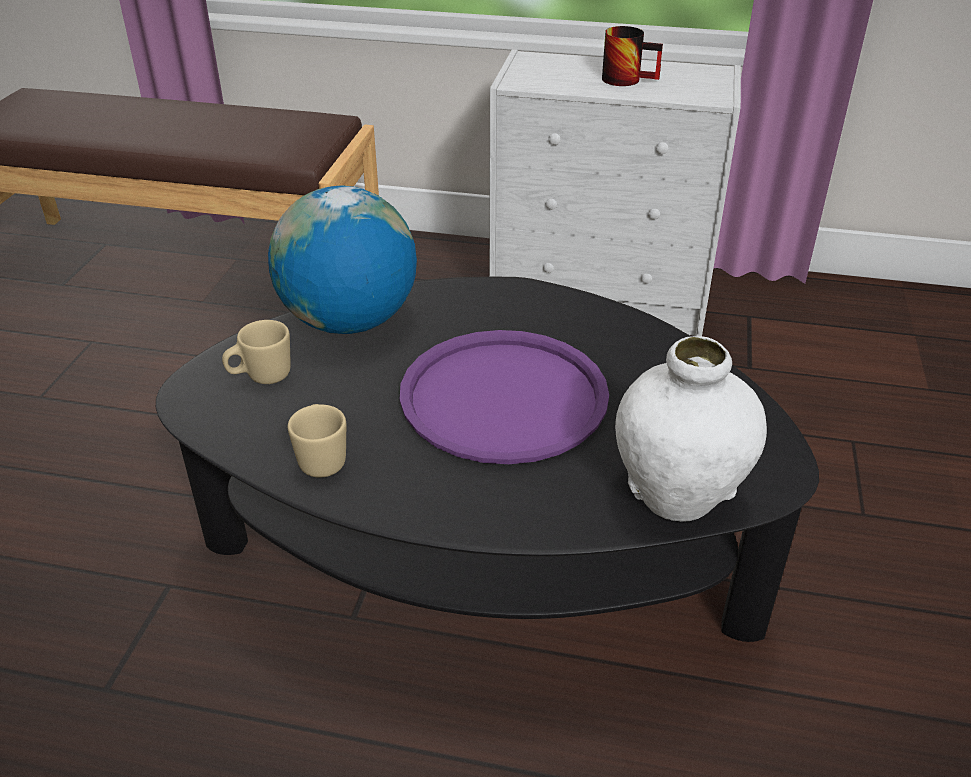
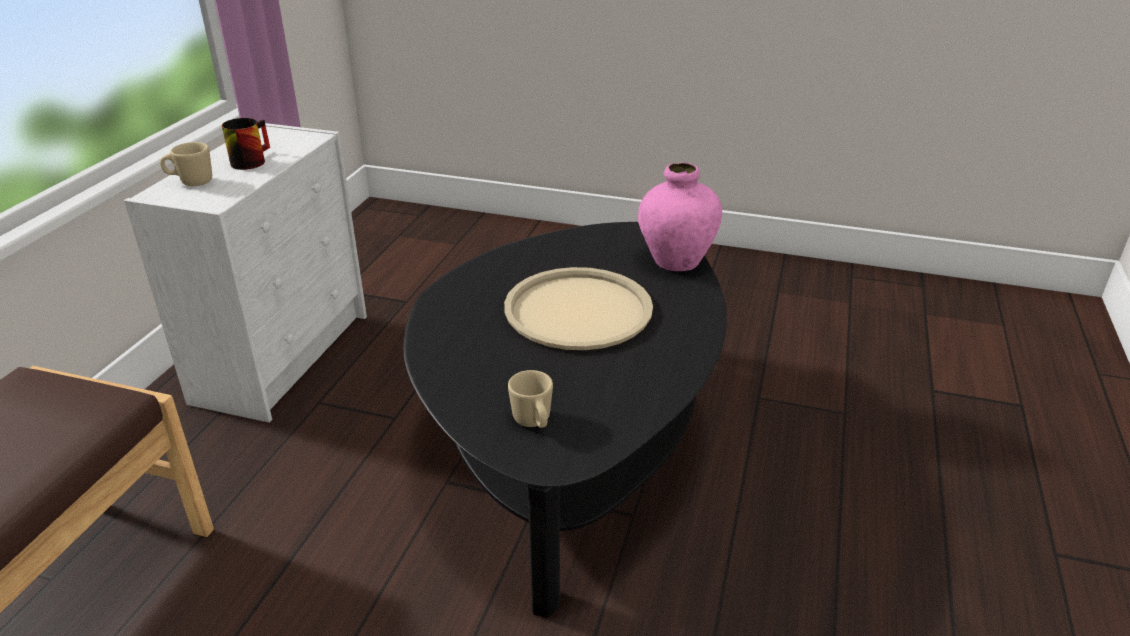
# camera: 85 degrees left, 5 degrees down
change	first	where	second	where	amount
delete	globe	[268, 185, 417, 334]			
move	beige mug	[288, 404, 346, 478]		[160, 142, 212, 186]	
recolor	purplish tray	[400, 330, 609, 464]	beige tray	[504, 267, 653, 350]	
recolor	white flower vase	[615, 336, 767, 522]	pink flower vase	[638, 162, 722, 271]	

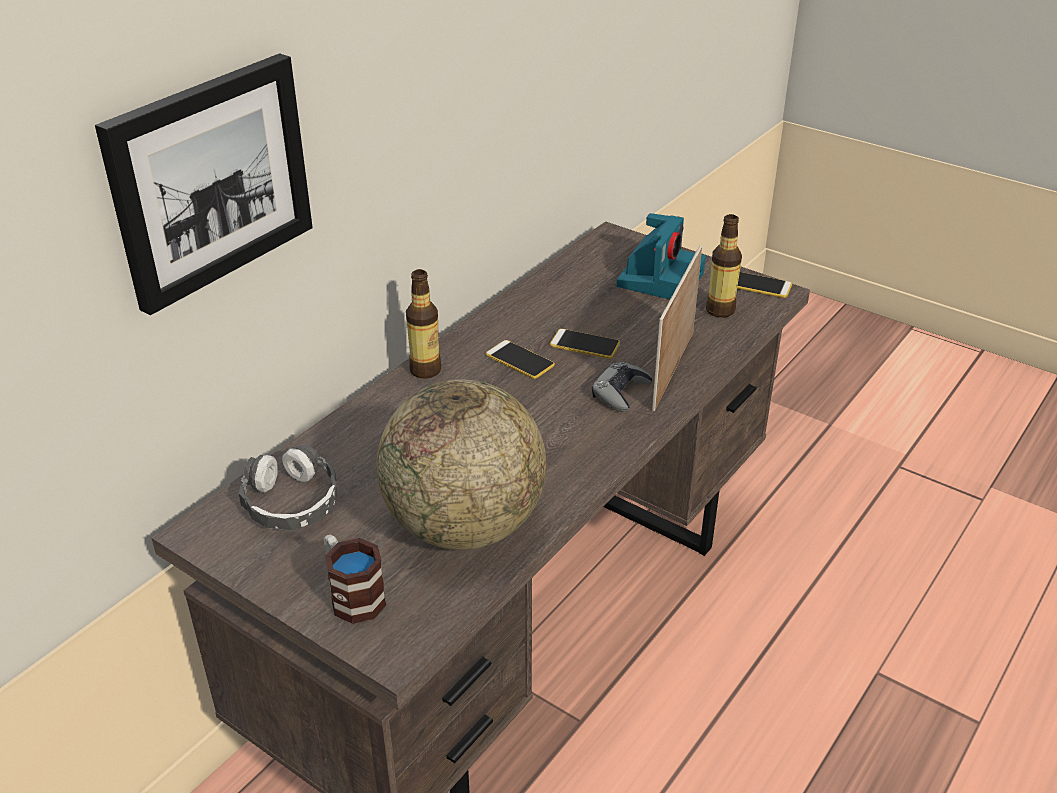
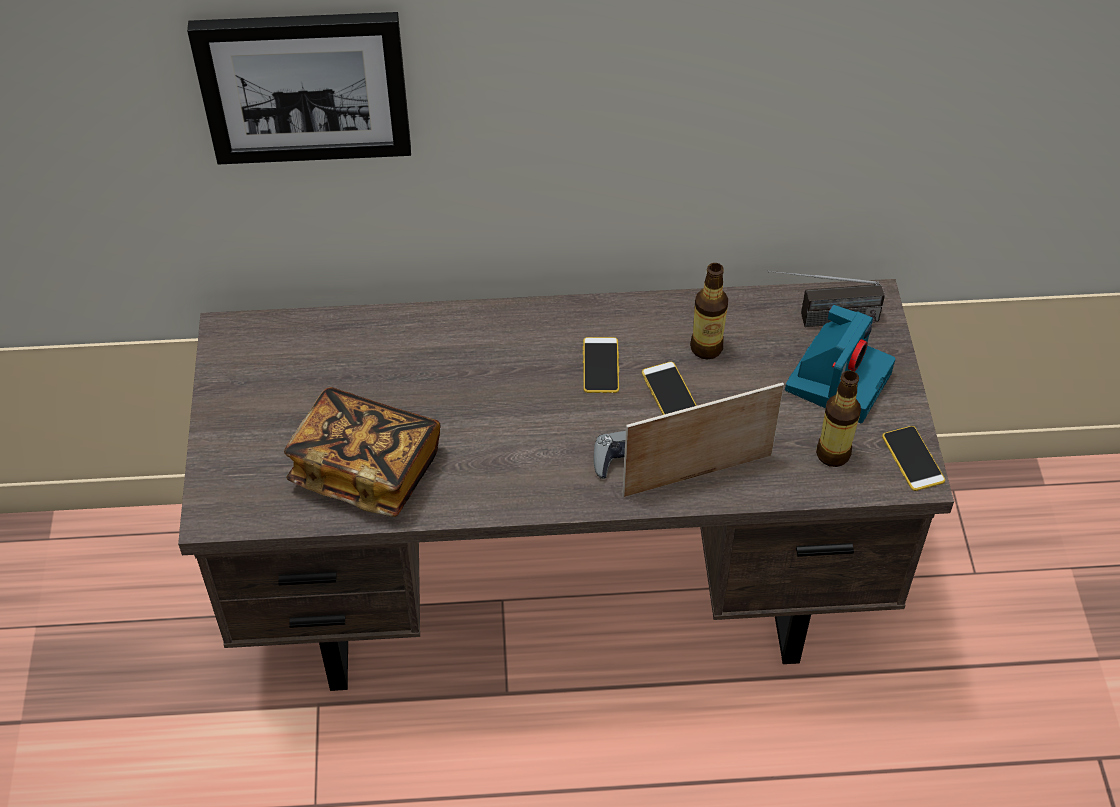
# camera: 50 degrees right, 15 degrees up
change	first	where	second	where	amount
delete	headphones	[239, 444, 337, 530]			
delete	mug	[324, 534, 386, 624]			
replace	globe	[377, 380, 546, 550]	book	[284, 387, 441, 517]	
move	beverage bottle	[406, 269, 441, 379]		[690, 263, 728, 359]	
rotate	photo camera	[616, 213, 706, 299]		[785, 305, 896, 423]	45 degrees counterclockwise
insert			radio receiver	[767, 270, 885, 327]	

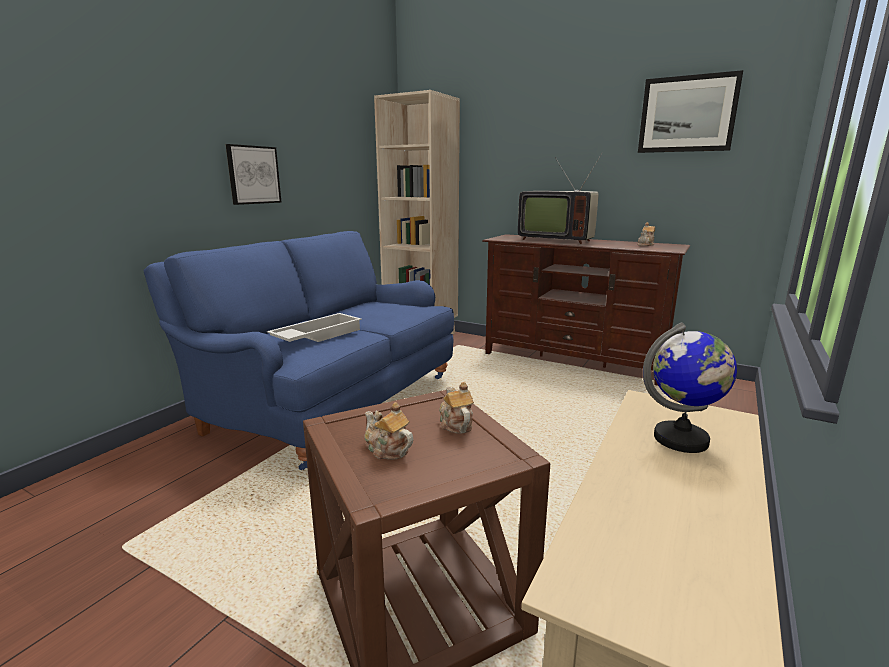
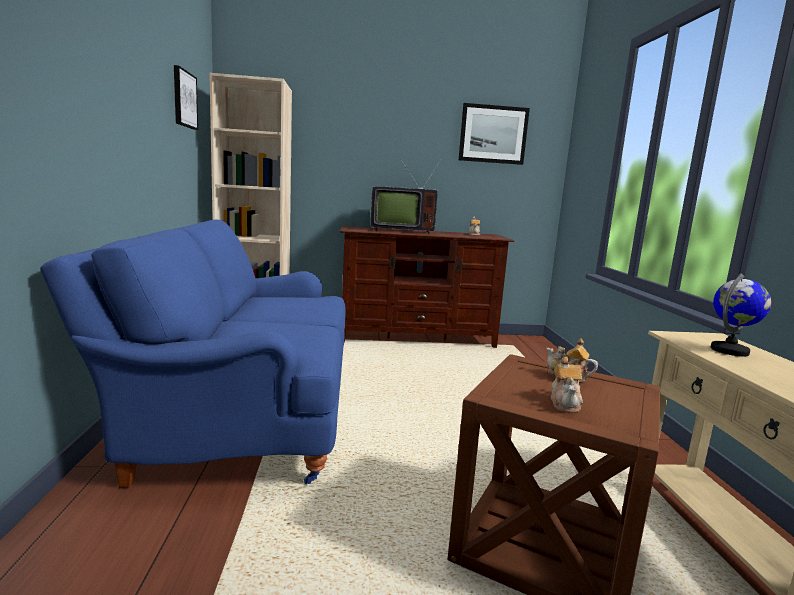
# camera: 35 degrees left, 5 degrees down
change	first	where	second	where	amount
move	wall art	[226, 144, 282, 205]		[174, 65, 198, 130]	
delete	white tray	[267, 313, 362, 342]			
rotate	pot for tea	[365, 402, 413, 460]		[551, 357, 583, 413]	90 degrees counterclockwise

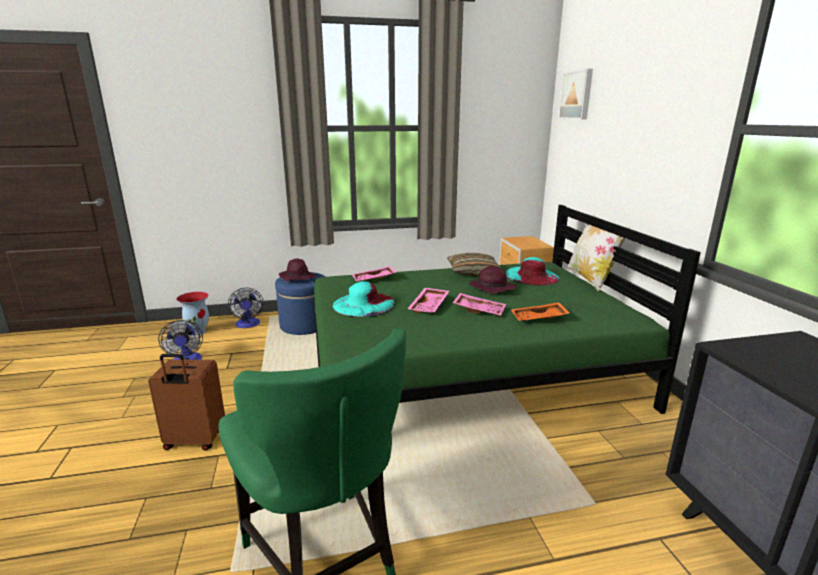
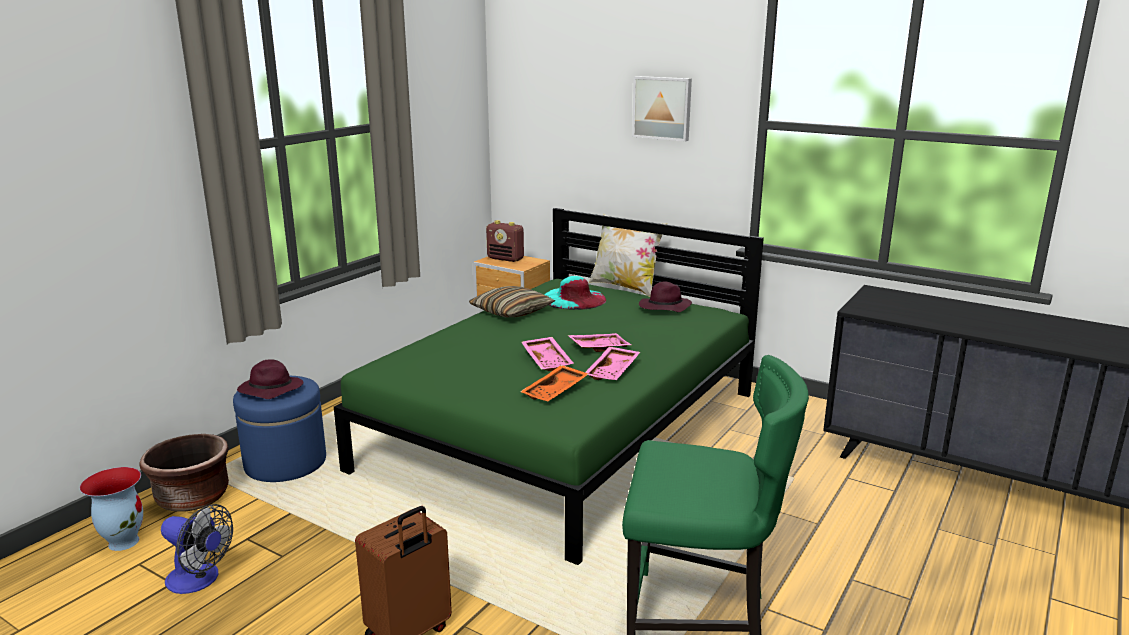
# camera: 45 degrees left, 0 degrees up
change	first	where	second	where	amount
replace	fan	[228, 288, 264, 328]	brown plant pot	[139, 434, 229, 512]	
delete	turquoise-coloured clothing hat	[333, 281, 395, 317]			
move	pink tray	[352, 266, 396, 281]		[585, 347, 640, 380]	
move	purplish clothing hat	[469, 266, 516, 294]		[639, 281, 692, 312]	
move	orange tray	[511, 302, 570, 321]		[520, 365, 588, 401]	
move	wall art	[558, 69, 593, 120]		[632, 76, 692, 142]	
insert			radio receiver	[486, 220, 524, 262]	

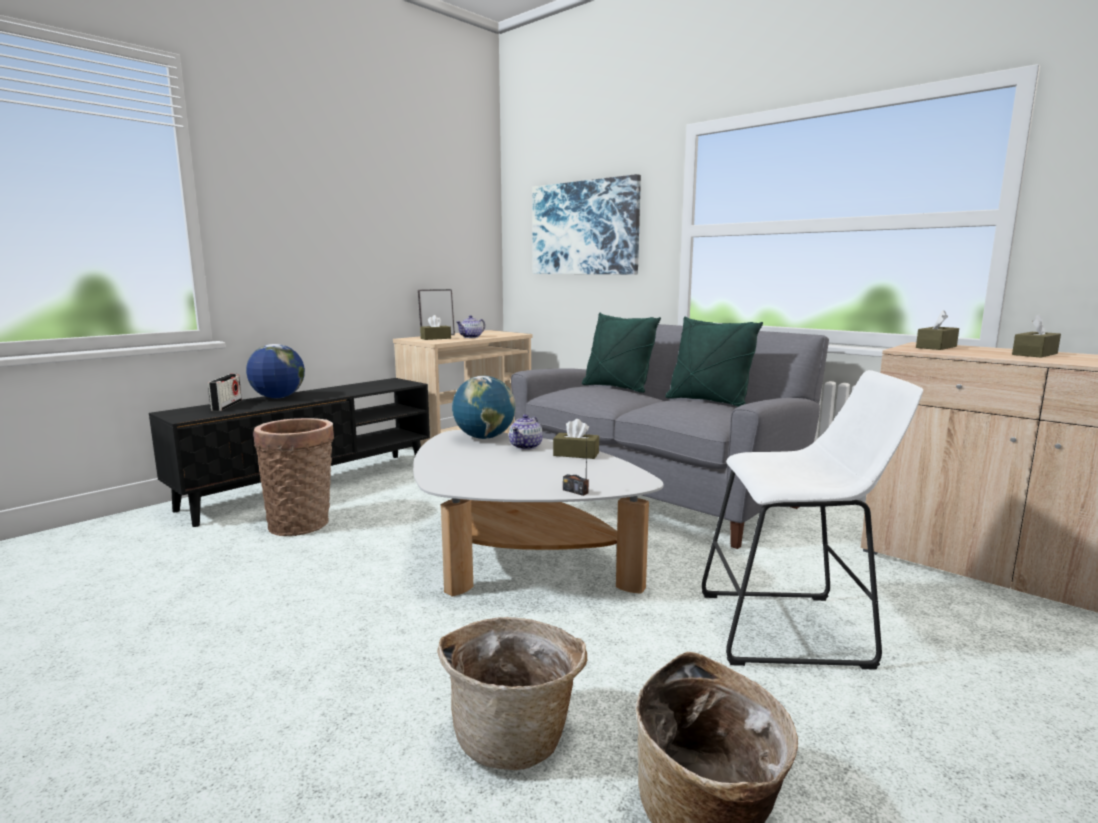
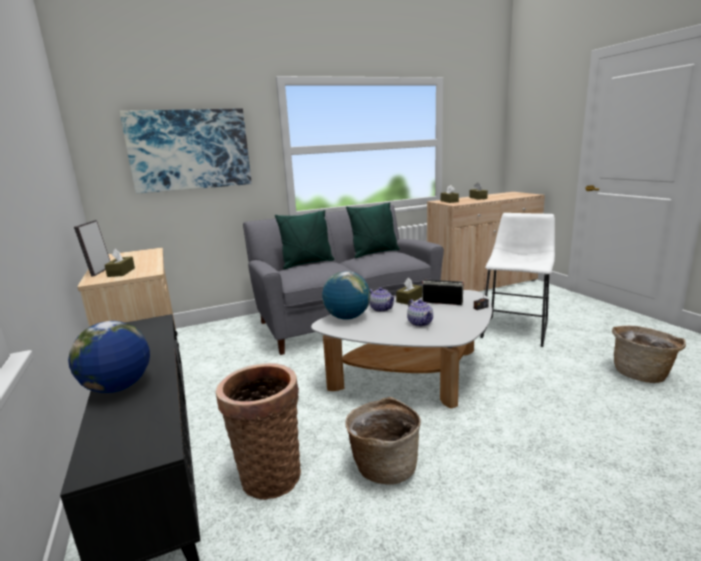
# camera: 65 degrees left, 5 degrees up
change	first	where	second	where	amount
move	radio receiver	[208, 374, 242, 411]		[423, 279, 463, 305]	
move	household basket	[437, 617, 587, 770]		[345, 397, 421, 485]	
move	pot for tea	[457, 315, 485, 338]		[407, 299, 433, 327]	

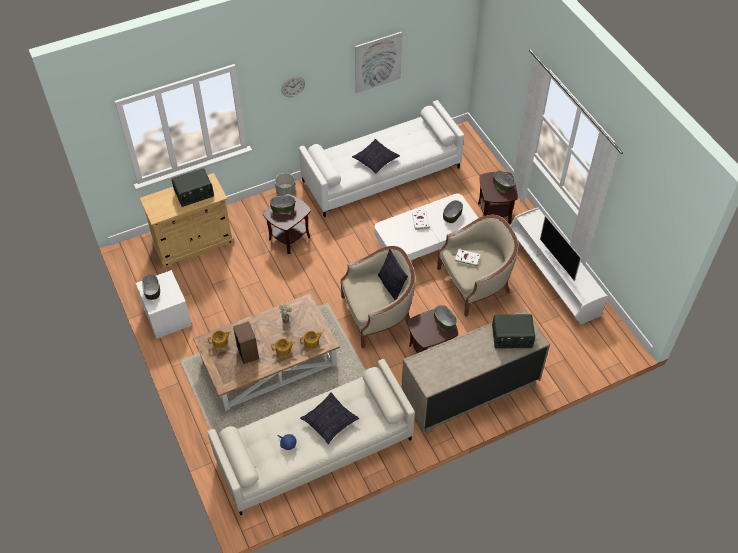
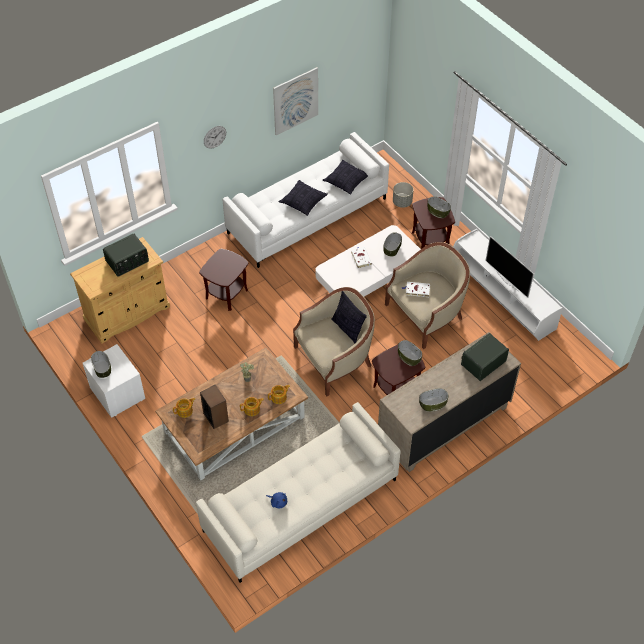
# camera: 10 degrees left, 0 degrees up
change	first	where	second	where	amount
move	serving bowl	[270, 196, 295, 214]		[419, 388, 448, 412]	
move	greyish plant pot	[275, 173, 296, 196]		[393, 182, 413, 208]	
move	throw pillow	[300, 392, 359, 444]		[322, 160, 368, 195]	
rotate	radio receiver	[492, 314, 535, 349]		[461, 333, 509, 381]	150 degrees clockwise

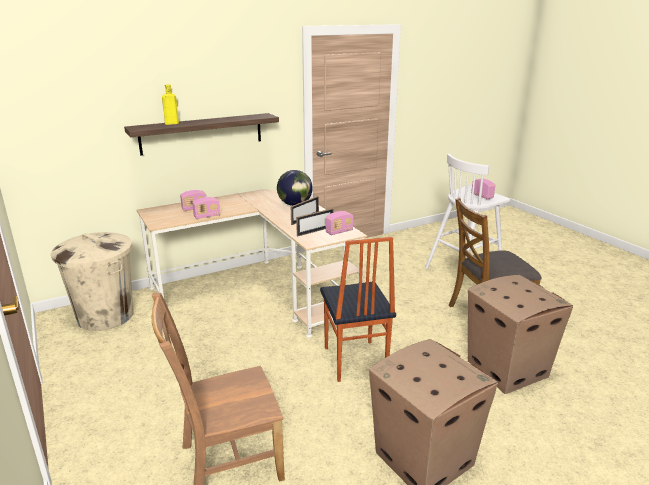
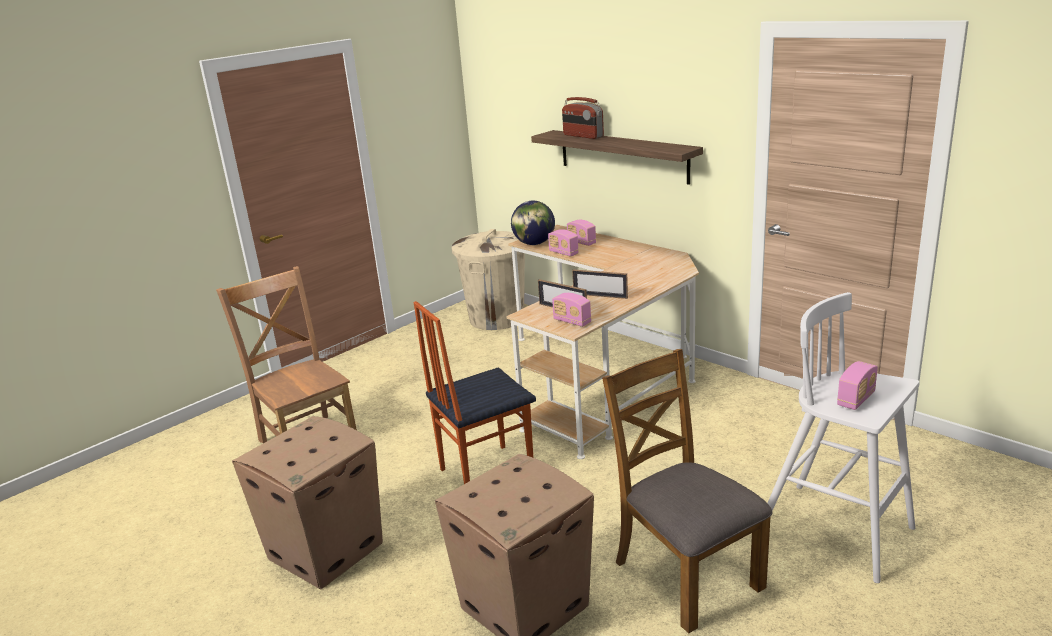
# camera: 75 degrees right, 0 degrees up
change	first	where	second	where	amount
replace	yellow beverage bottle	[162, 84, 179, 125]	radio receiver	[562, 97, 604, 139]	
move	globe	[277, 170, 313, 206]		[511, 201, 555, 245]	

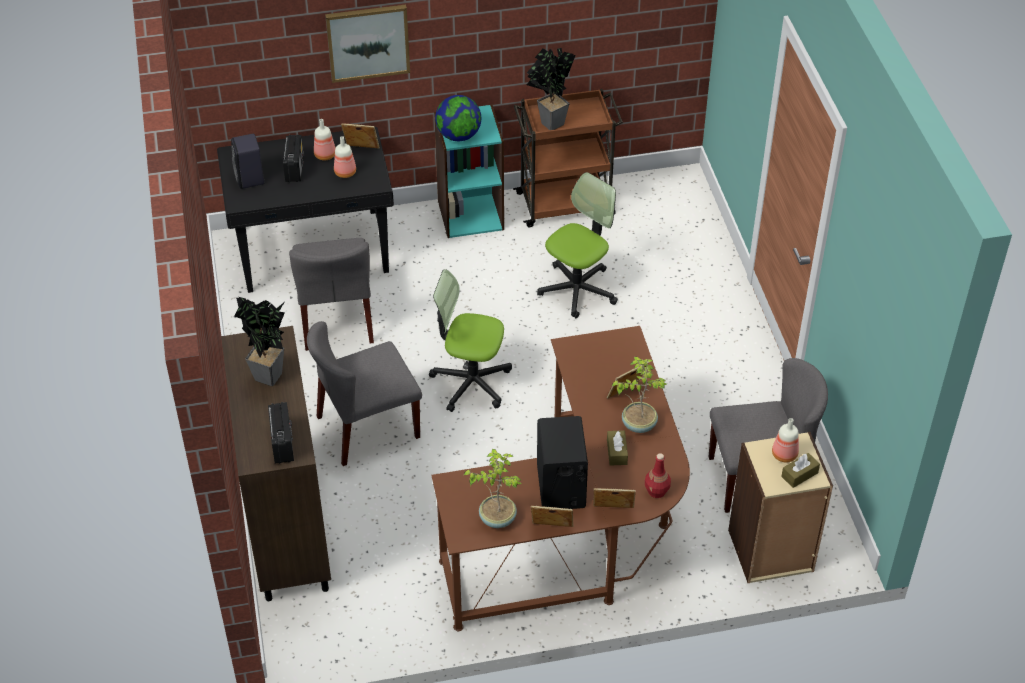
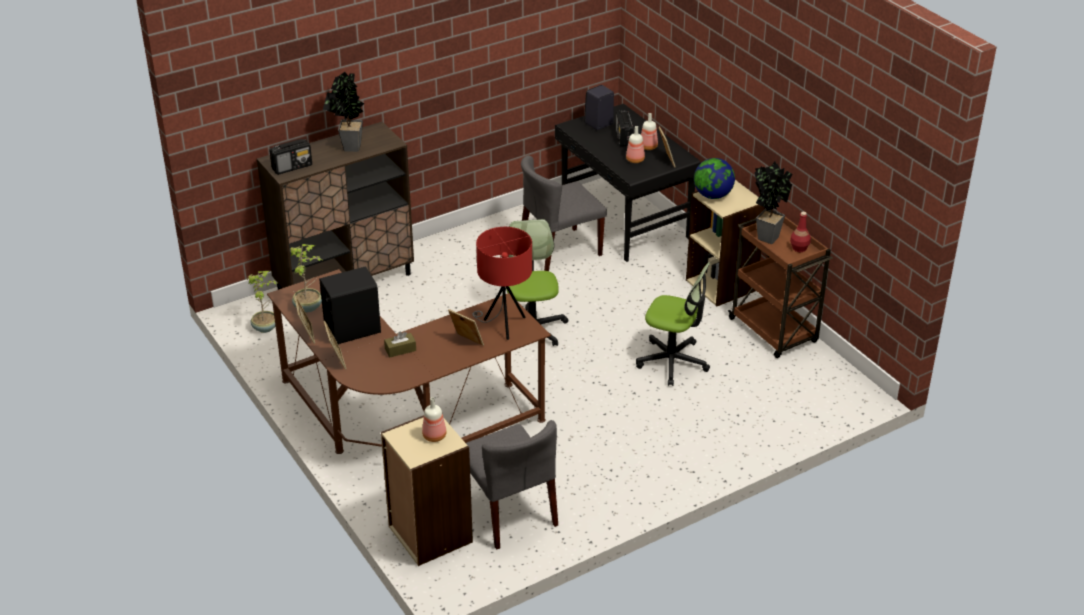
# camera: 70 degrees right, 10 degrees down
change	first	where	second	where	amount
rotate	radio receiver	[283, 135, 304, 182]		[615, 110, 634, 147]	105 degrees clockwise
delete	greyish chair	[307, 321, 422, 466]			
delete	wall art	[325, 5, 410, 83]			
recolor	turquoise-coloured shelving unit	[434, 104, 504, 238]	beige shelving unit	[686, 180, 765, 307]	
move	houseplant	[612, 357, 667, 433]		[247, 271, 277, 333]	
move	red-coloured beverage bottle	[645, 453, 671, 498]		[790, 212, 811, 252]	
delete	brown tissue box	[781, 453, 820, 488]			
insert			red-coloured tabletop lamp	[473, 227, 532, 340]	

